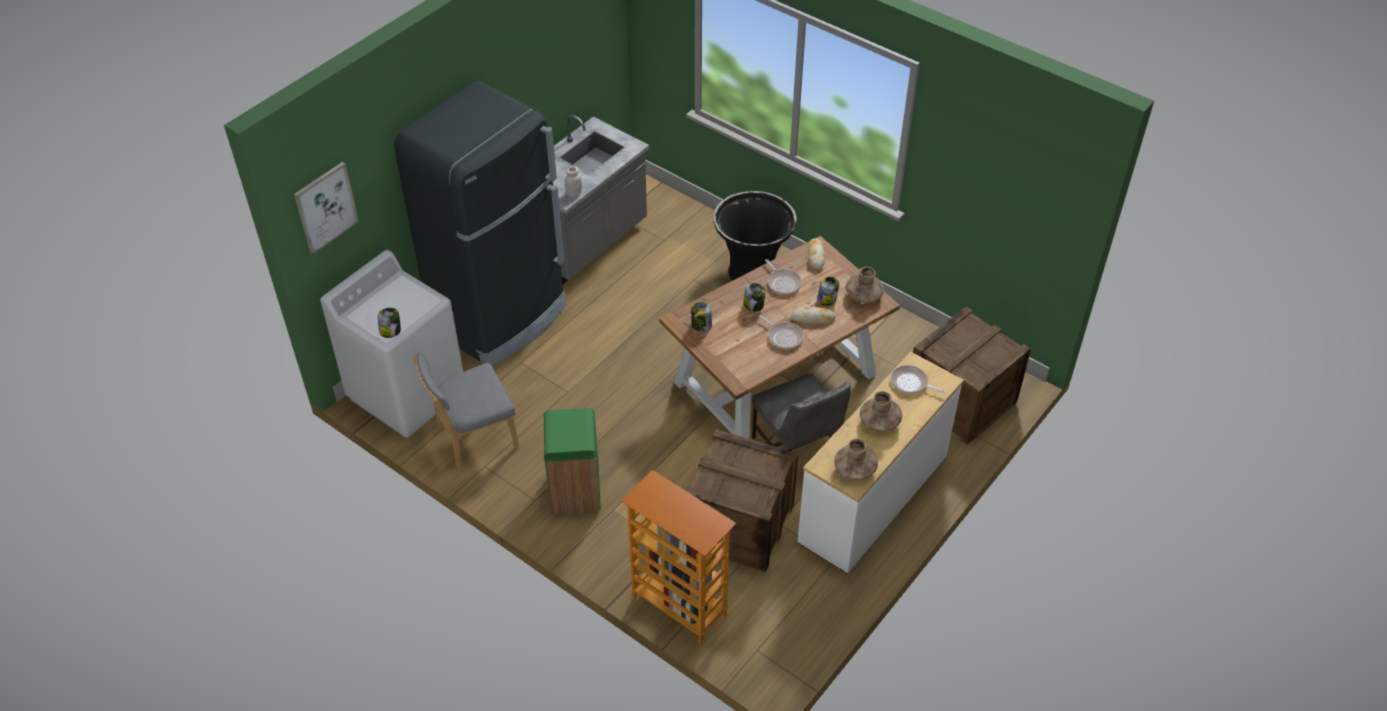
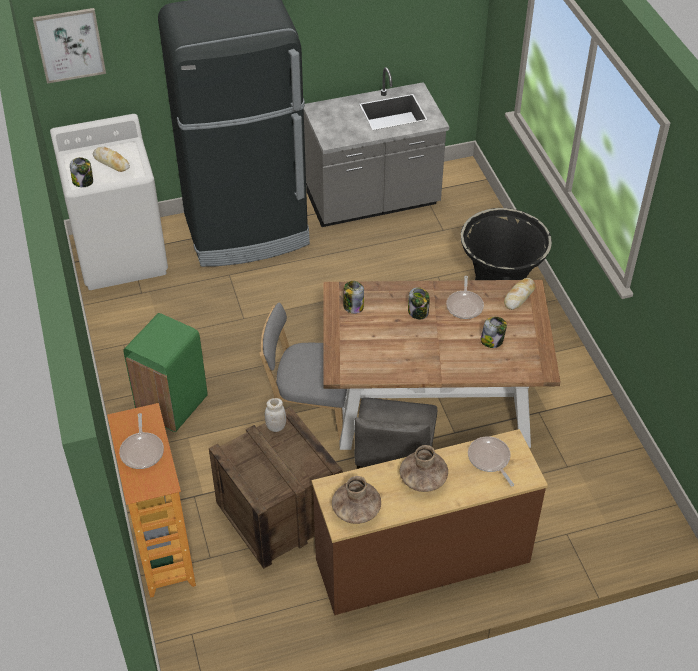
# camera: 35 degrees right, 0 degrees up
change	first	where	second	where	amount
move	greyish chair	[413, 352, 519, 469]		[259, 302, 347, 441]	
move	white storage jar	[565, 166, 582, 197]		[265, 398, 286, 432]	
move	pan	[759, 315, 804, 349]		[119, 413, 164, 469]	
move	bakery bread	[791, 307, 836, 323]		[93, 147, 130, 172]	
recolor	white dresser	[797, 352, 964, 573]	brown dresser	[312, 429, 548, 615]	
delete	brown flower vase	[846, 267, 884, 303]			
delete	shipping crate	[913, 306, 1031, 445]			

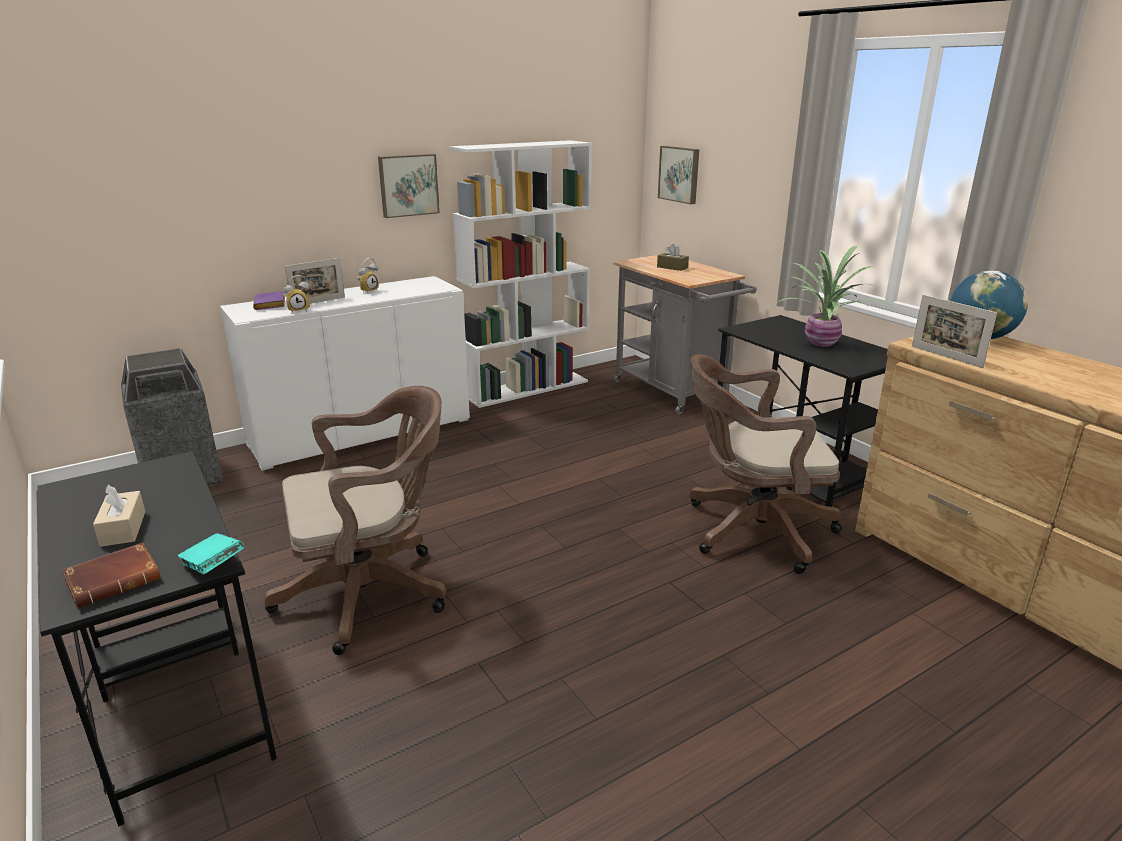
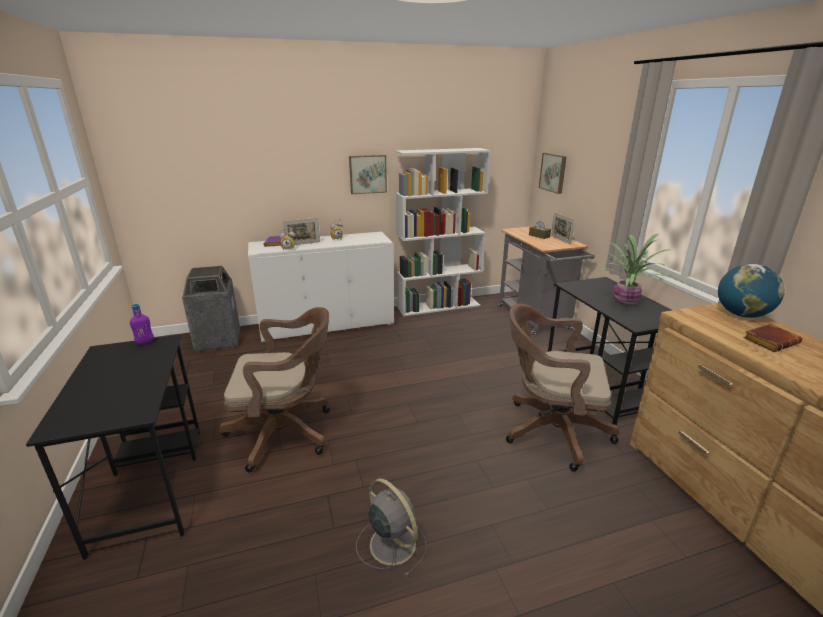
# camera: 15 degrees right, 0 degrees up
change	first	where	second	where	amount
move	brown book	[62, 543, 161, 608]		[743, 324, 802, 352]	
delete	beige tissue box	[93, 485, 145, 547]			
delete	turquoise-coloured book	[178, 533, 244, 574]			
move	photo frame	[912, 294, 997, 368]		[551, 212, 575, 244]	
insert			purplish beverage bottle	[130, 304, 154, 345]	
insert			greyish fan	[356, 478, 426, 577]	

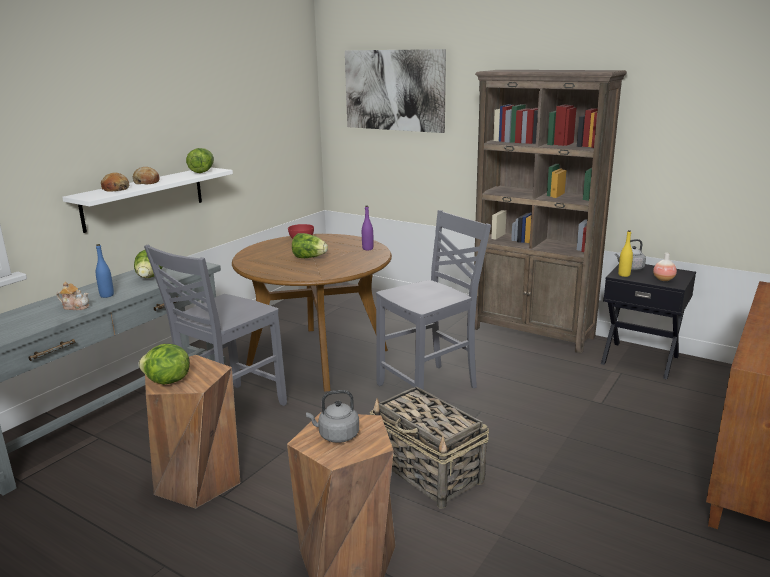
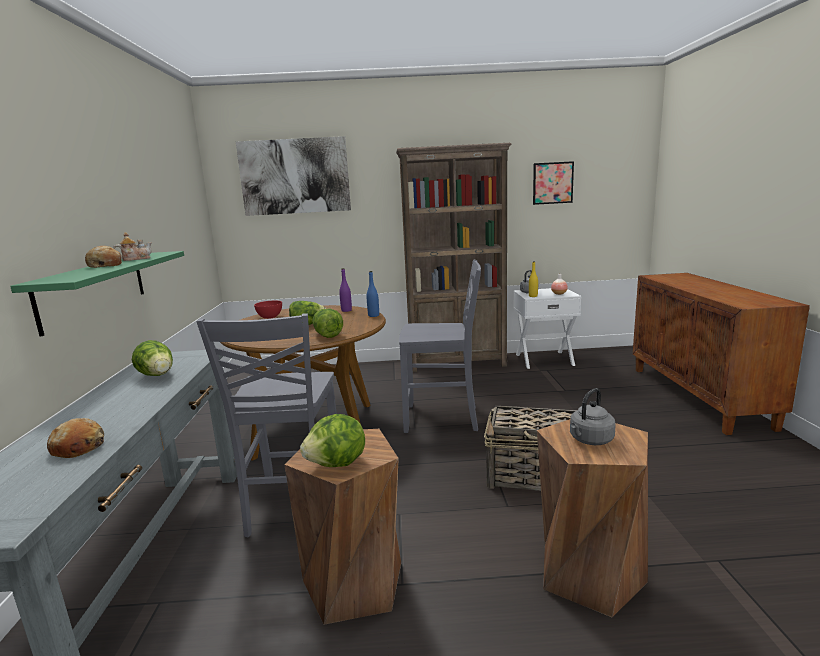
# camera: 35 degrees left, 5 degrees down
change	first	where	second	where	amount
move	pot for tea	[56, 282, 89, 310]		[113, 232, 152, 261]	
recolor	white wall shelf	[62, 167, 233, 233]	green wall shelf	[10, 251, 184, 337]	
move	bluish beverage bottle	[96, 244, 114, 298]		[367, 271, 379, 317]	
move	bakery bread	[101, 172, 129, 192]		[47, 418, 104, 458]	
move	head of lettuce	[186, 148, 214, 173]		[313, 309, 343, 338]	
rotate	greyish chair	[376, 210, 491, 390]		[399, 260, 481, 433]	75 degrees clockwise
recolor	blackish nightstand	[601, 264, 696, 379]	white nightstand	[513, 288, 581, 369]	
insert			wall art	[533, 161, 574, 205]	

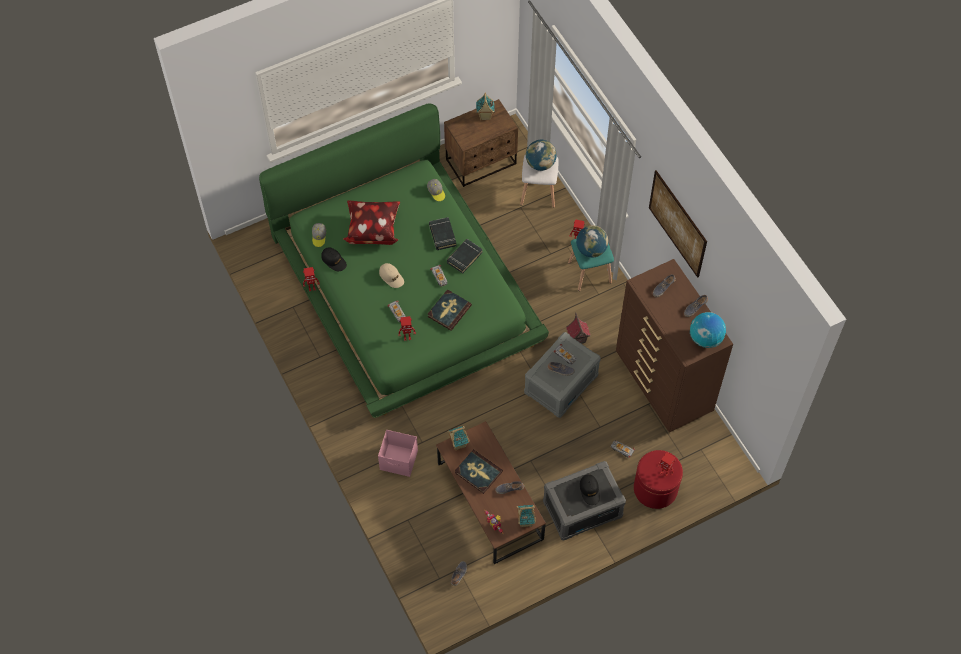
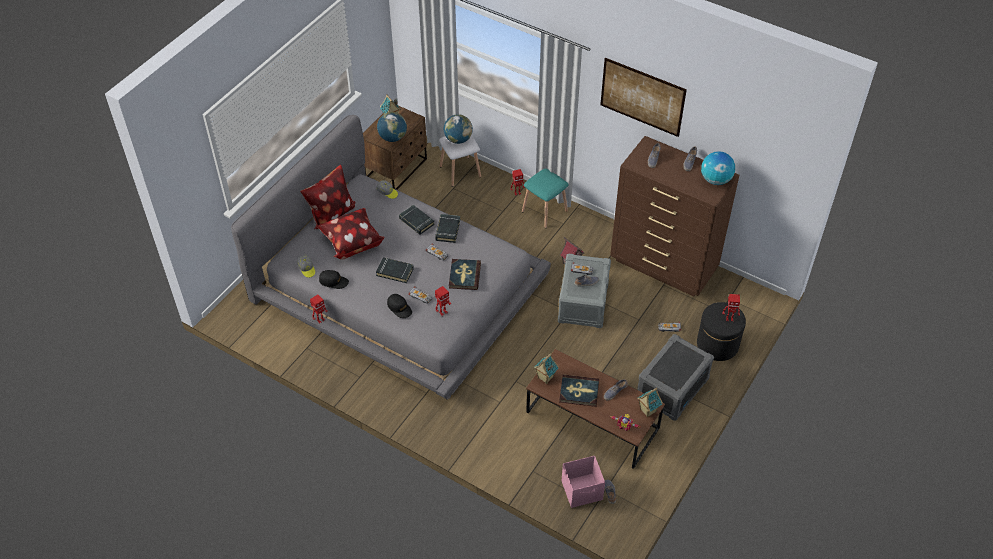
# camera: 30 degrees left, 10 degrees down
change	first	where	second	where	amount
recolor	green bedroom bed	[259, 103, 549, 418]	greyish bedroom bed	[231, 115, 551, 399]	
move	pink storage bin	[378, 430, 418, 477]		[562, 456, 605, 508]	
replace	beige peaked cap	[379, 263, 404, 288]	blackish book	[376, 257, 414, 283]	
move	globe	[576, 225, 608, 257]		[377, 112, 407, 142]	
move	blackish peaked cap	[580, 474, 600, 505]		[387, 294, 412, 318]	
recolor	red-coloured pouffe	[634, 450, 683, 509]	blackish pouffe	[697, 302, 746, 361]	
insert			throw pillow	[300, 165, 355, 229]	

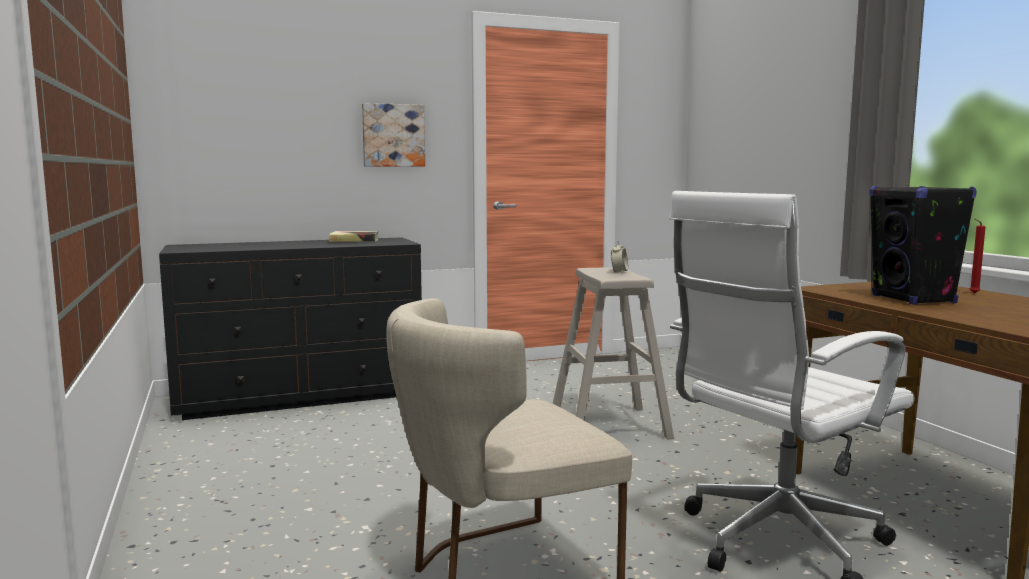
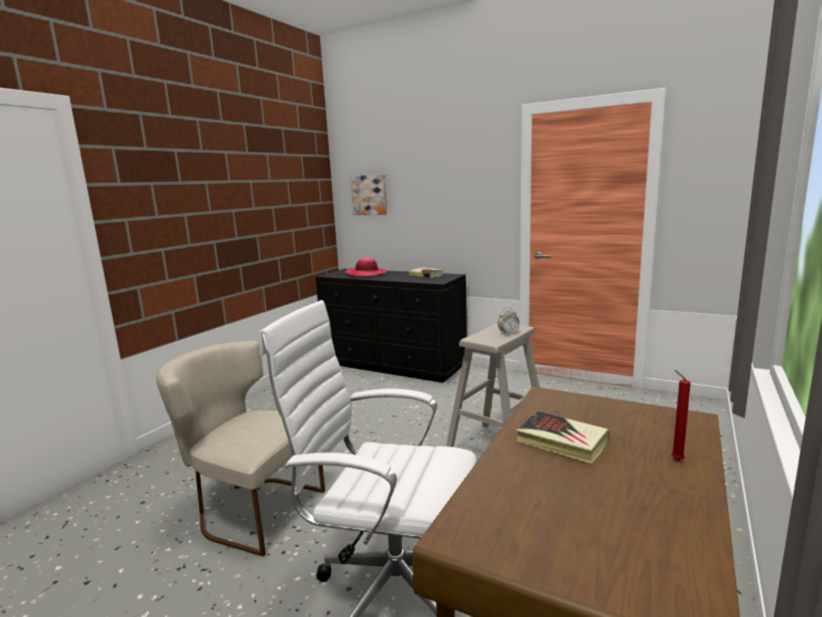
# camera: 50 degrees right, 5 degrees up
change	first	where	second	where	amount
move	wall art	[362, 103, 425, 167]		[351, 174, 387, 215]	
replace	blackish speaker	[869, 186, 977, 305]	book	[516, 411, 609, 464]	
insert			clothing hat	[345, 257, 387, 277]	

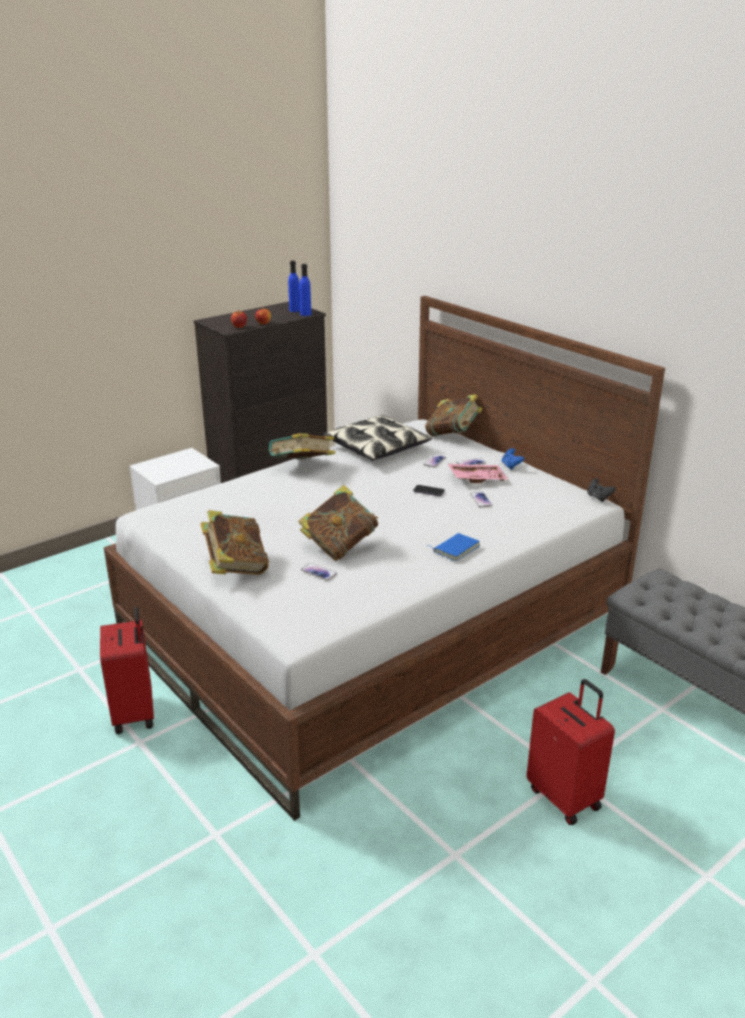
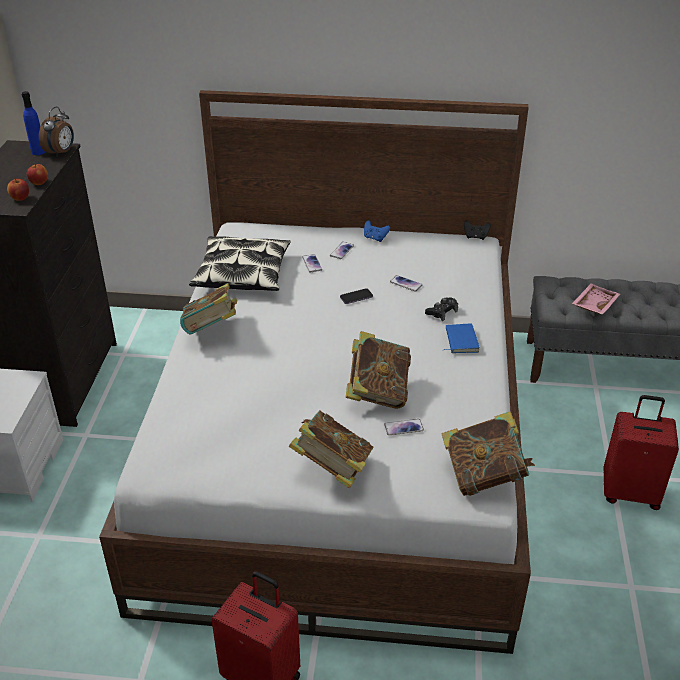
# camera: 45 degrees left, 10 degrees up
change	first	where	second	where	amount
replace	bluish beverage bottle	[299, 264, 311, 316]	bedside clock	[39, 107, 74, 157]	
move	book	[425, 394, 482, 437]		[441, 411, 535, 496]	
move	pink tray	[448, 464, 508, 483]		[572, 283, 620, 315]	
insert			blackish game controller	[425, 298, 458, 321]	

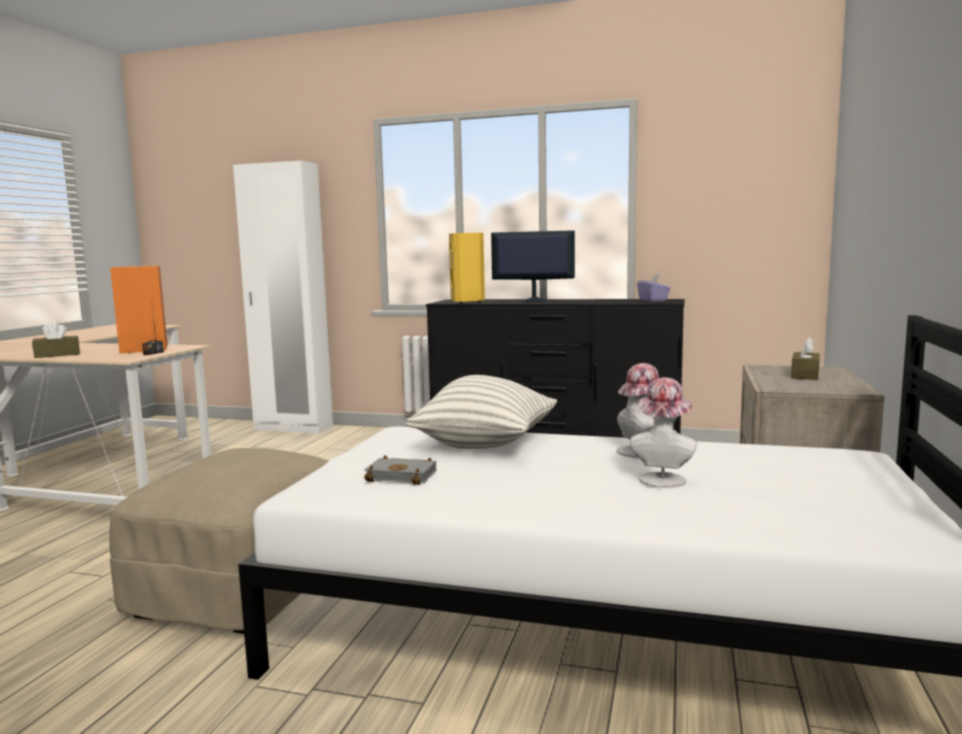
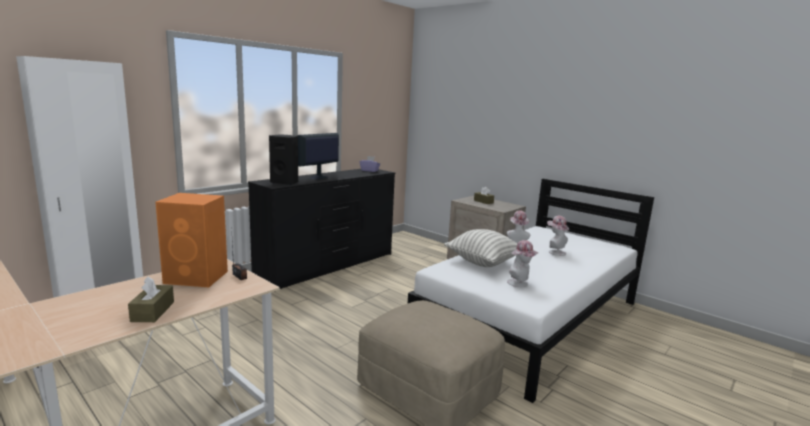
# camera: 65 degrees left, 5 degrees up
change	first	where	second	where	amount
replace	greyish book	[364, 455, 436, 485]	clothing hat	[507, 240, 539, 287]	
recolor	yellow speaker	[449, 233, 485, 303]	blackish speaker	[269, 135, 298, 185]	

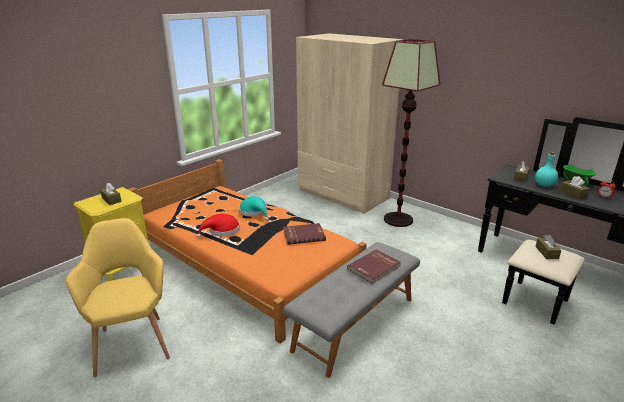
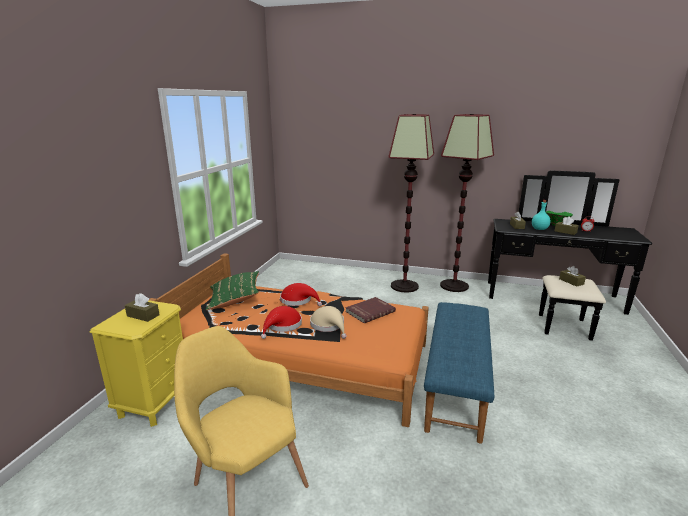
# camera: 25 degrees left, 5 degrees down
change	first	where	second	where	amount
recolor	turquoise-coloured clothing hat	[239, 196, 269, 221]	red-coloured clothing hat	[280, 283, 322, 306]	
recolor	greyish indoor bench	[283, 242, 420, 378]	bluish indoor bench	[424, 302, 494, 444]	
delete	beige wardrobe	[296, 33, 403, 214]			
delete	red-coloured book	[347, 249, 401, 284]			
insert			green throw pillow	[206, 271, 259, 310]	
insert			beige clothing hat	[310, 306, 347, 339]	
insert			standing lamp	[440, 114, 494, 292]	

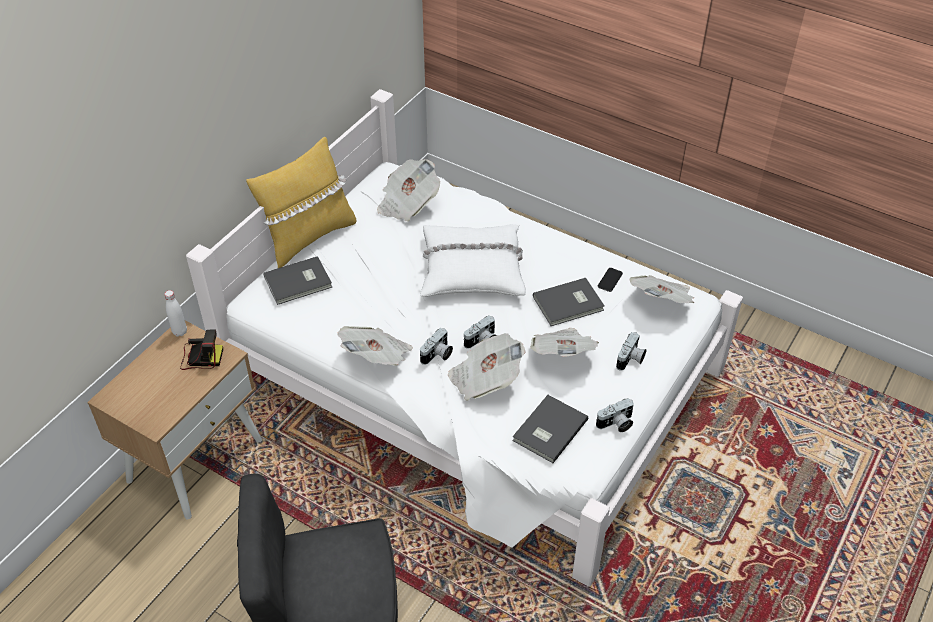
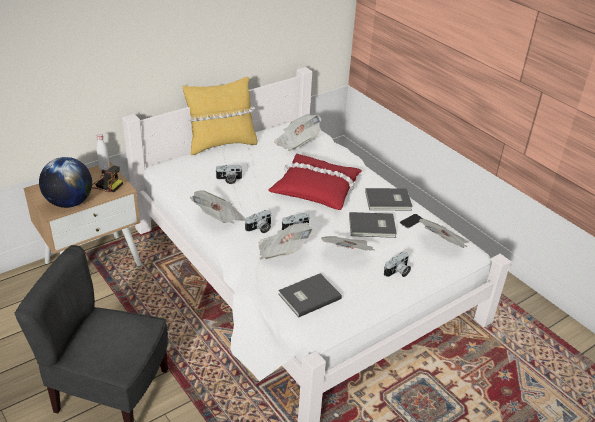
# camera: 20 degrees right, 10 degrees down
change	first	where	second	where	amount
move	greyish book	[263, 256, 332, 305]		[365, 188, 413, 210]	
recolor	white throw pillow	[420, 224, 526, 297]	red-coloured throw pillow	[268, 154, 362, 210]	
move	photo camera	[596, 398, 634, 432]		[215, 165, 243, 184]	
insert			globe	[39, 157, 92, 208]	

